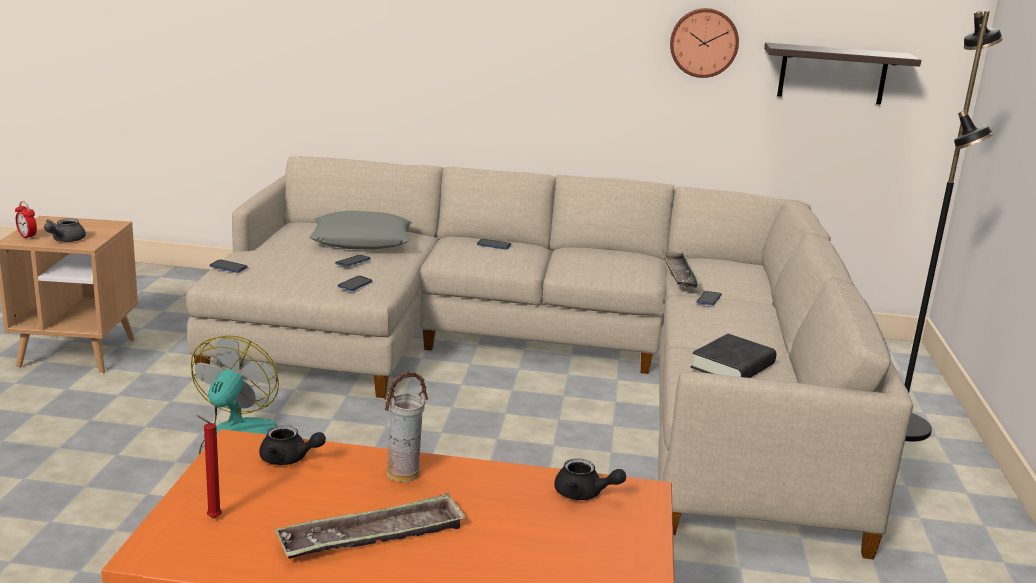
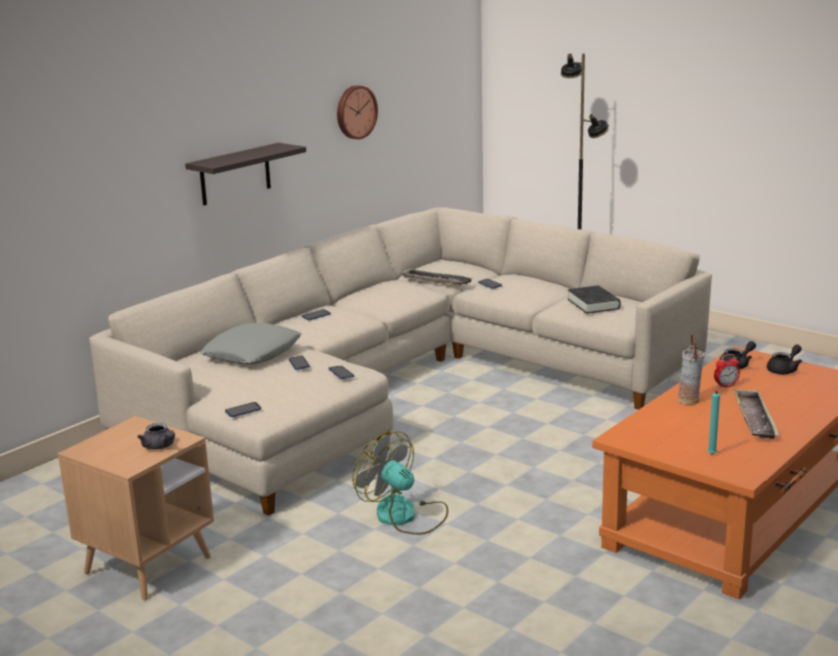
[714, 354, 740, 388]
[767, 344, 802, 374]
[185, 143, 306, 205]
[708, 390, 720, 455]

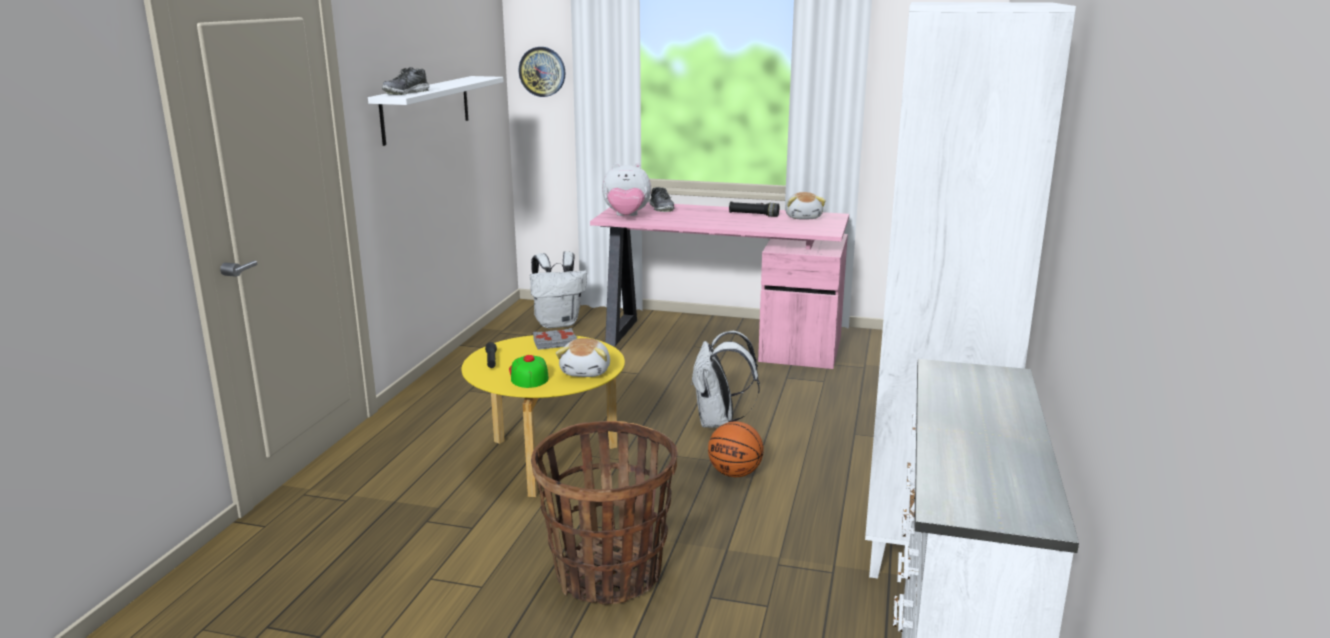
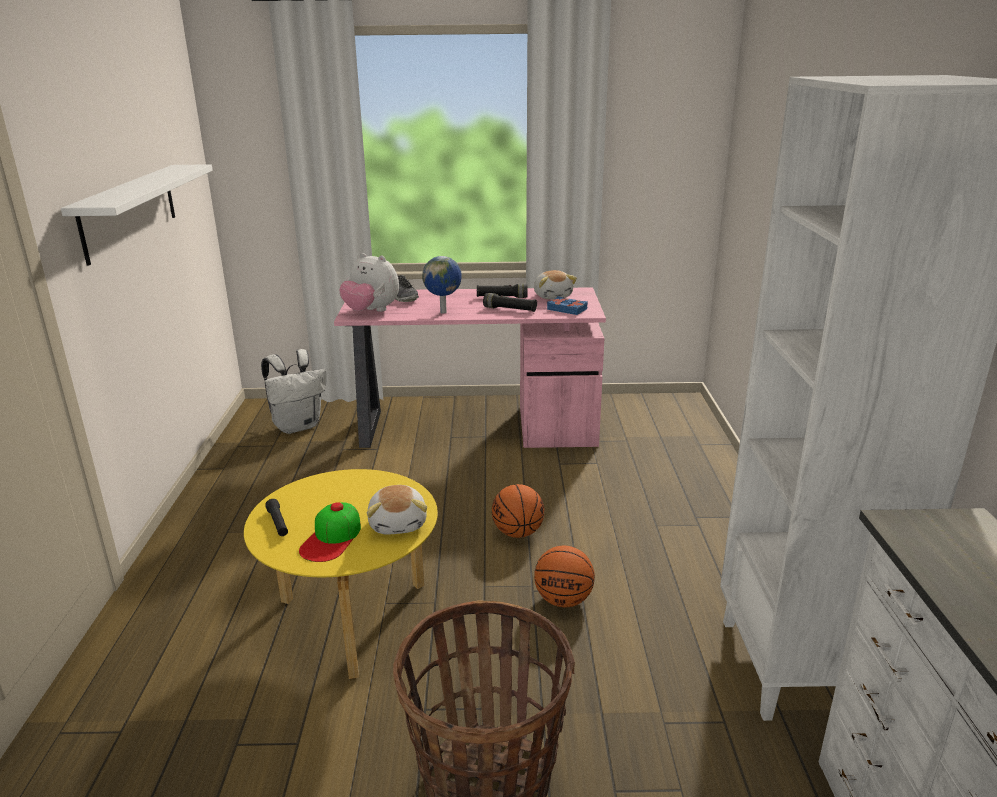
[382, 67, 429, 95] (first image)
[519, 47, 566, 97] (first image)
[533, 328, 577, 350] (first image)
[422, 256, 462, 314]
[483, 293, 537, 312]
[547, 296, 588, 315]
[492, 484, 544, 538]
[299, 502, 361, 562]
[339, 253, 399, 312]

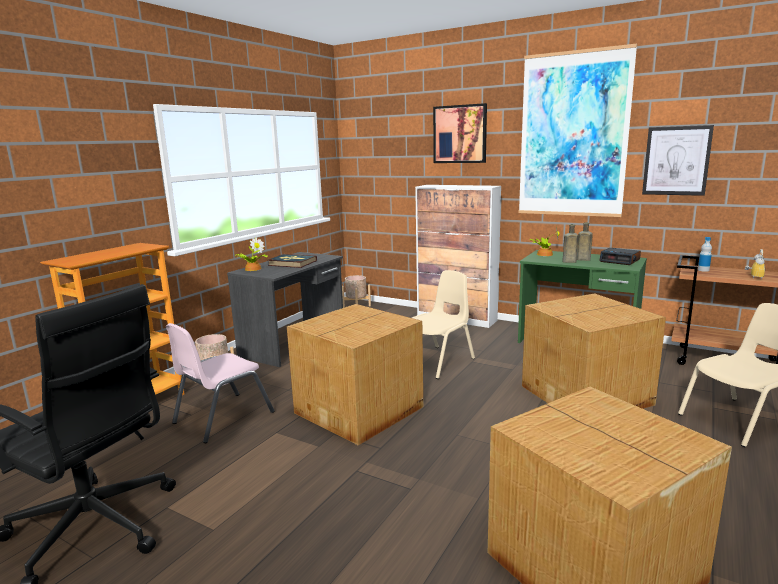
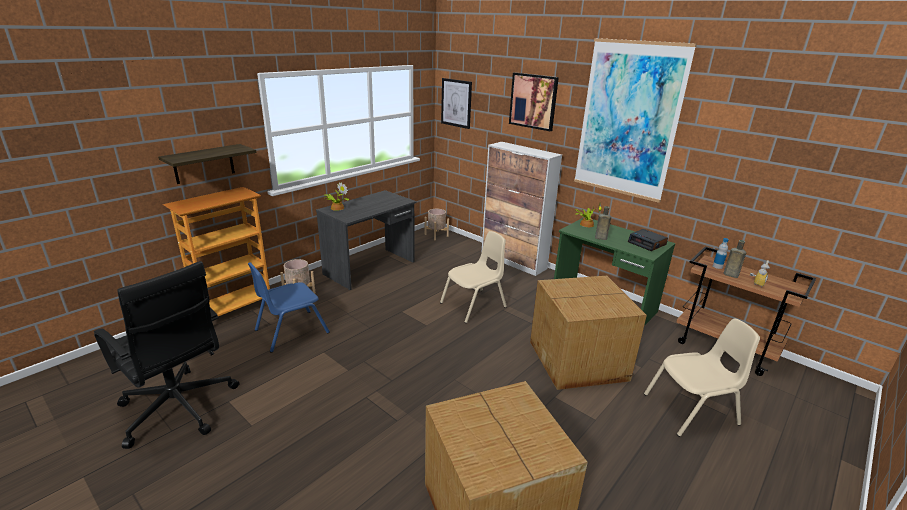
[267, 254, 317, 268] (first image)
[287, 304, 423, 445] (first image)
[158, 144, 257, 184]
[723, 240, 746, 278]
[441, 78, 472, 129]
[248, 262, 330, 353]

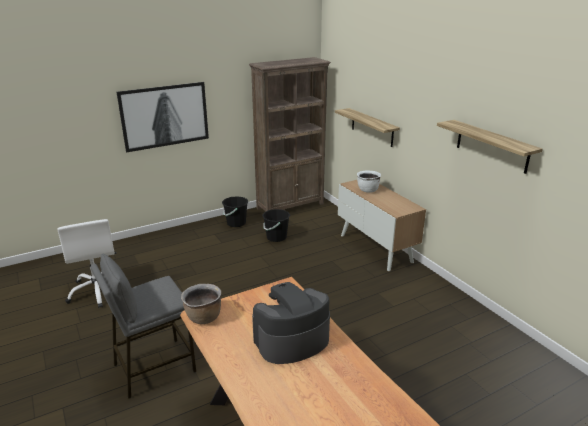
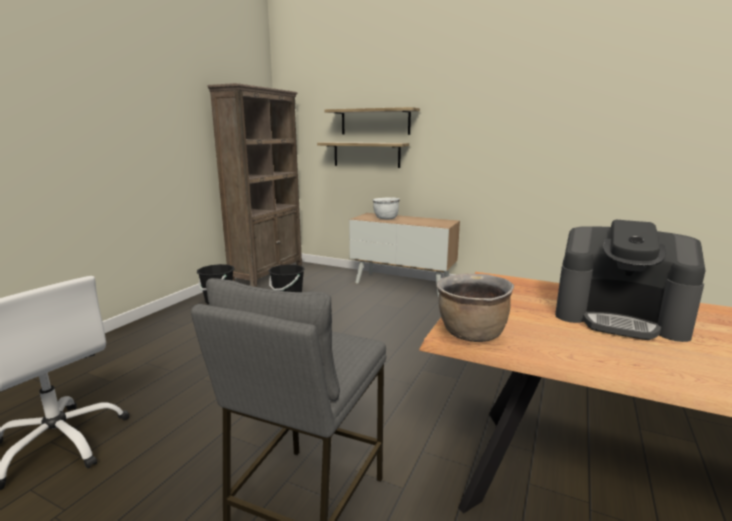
[117, 82, 209, 152] (first image)
[324, 107, 420, 135]
[555, 220, 706, 342]

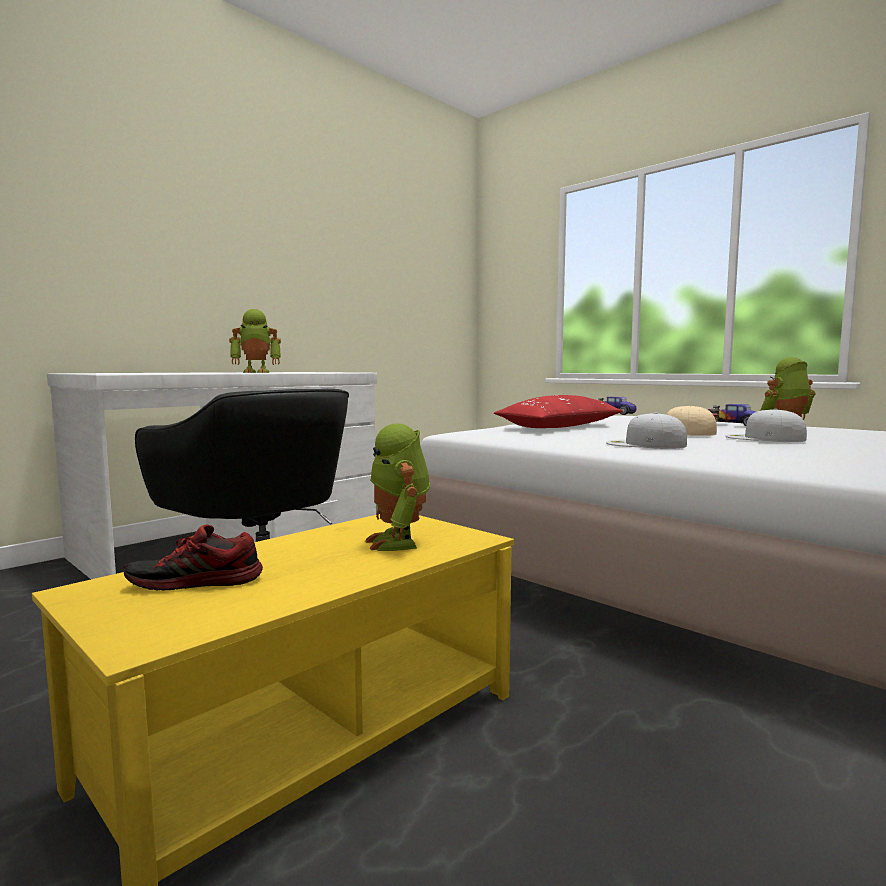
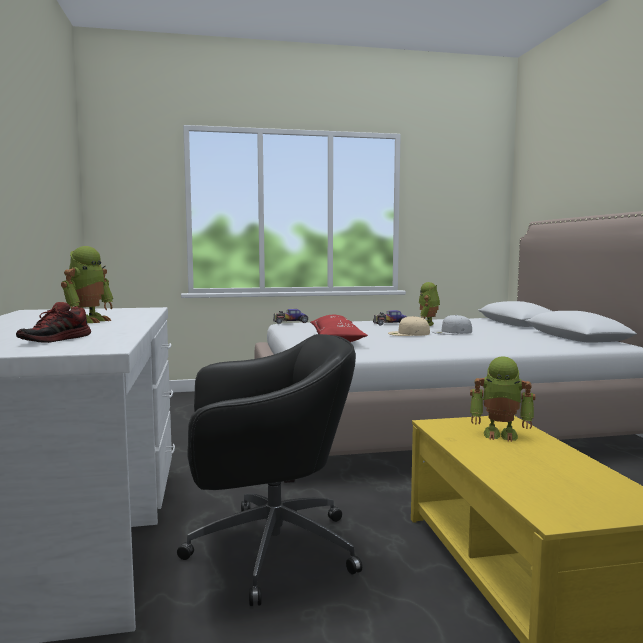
[606, 412, 687, 449] (first image)
[16, 302, 91, 343]

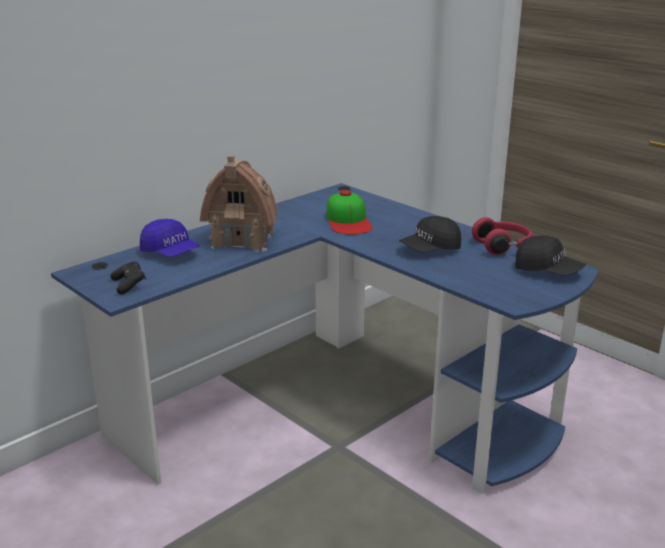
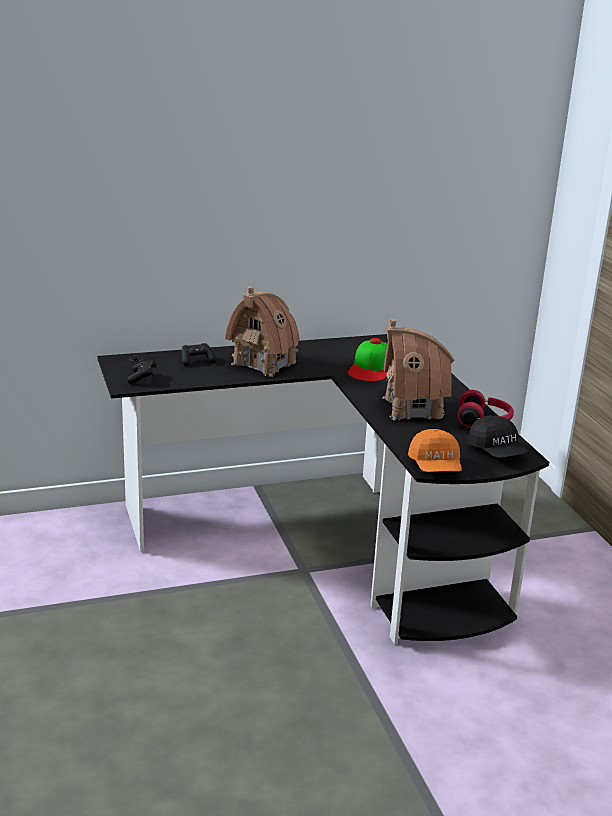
[408, 429, 462, 472]
[182, 343, 216, 366]
[382, 319, 455, 421]
[97, 334, 549, 645]

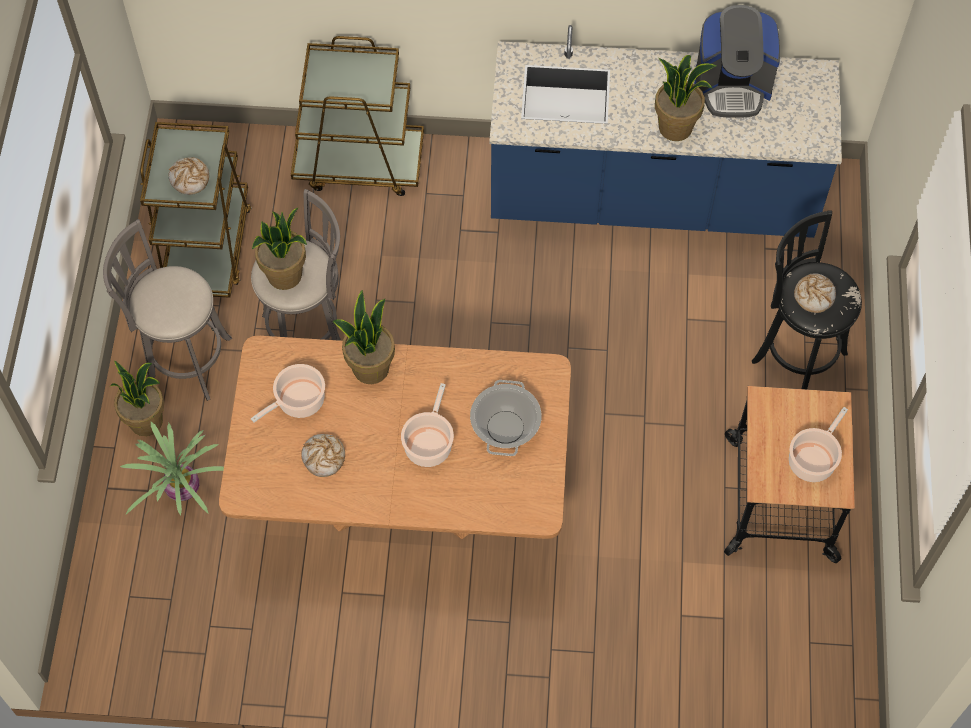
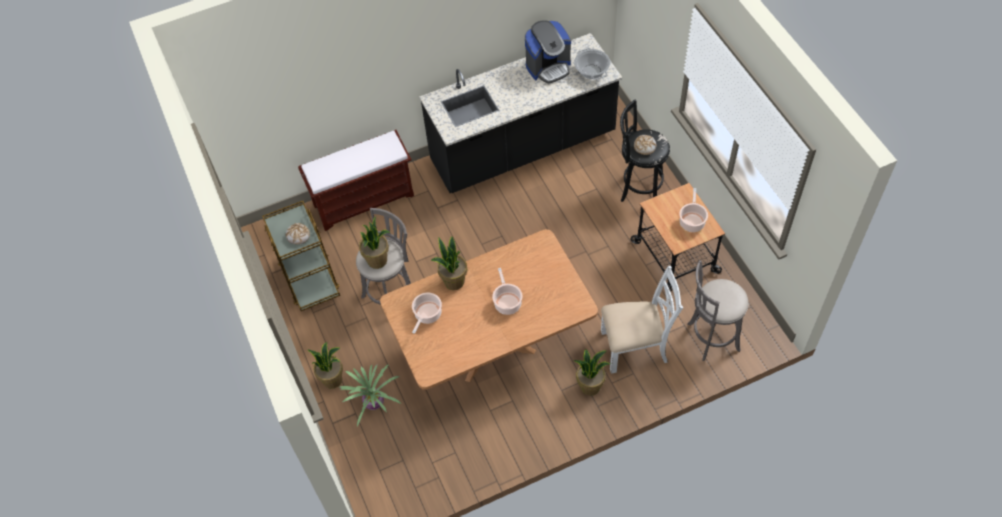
[301, 434, 345, 477] (first image)
[601, 266, 683, 373]
[688, 260, 749, 361]
[574, 48, 610, 80]
[574, 349, 611, 396]
[298, 130, 414, 231]
[419, 33, 622, 193]

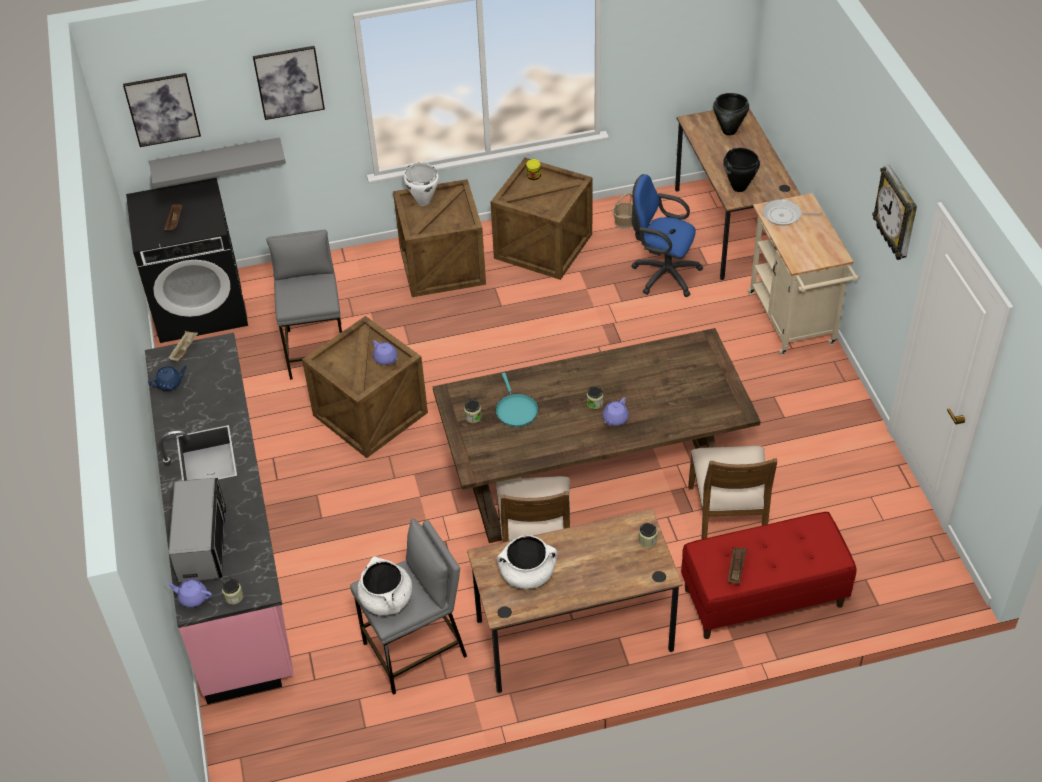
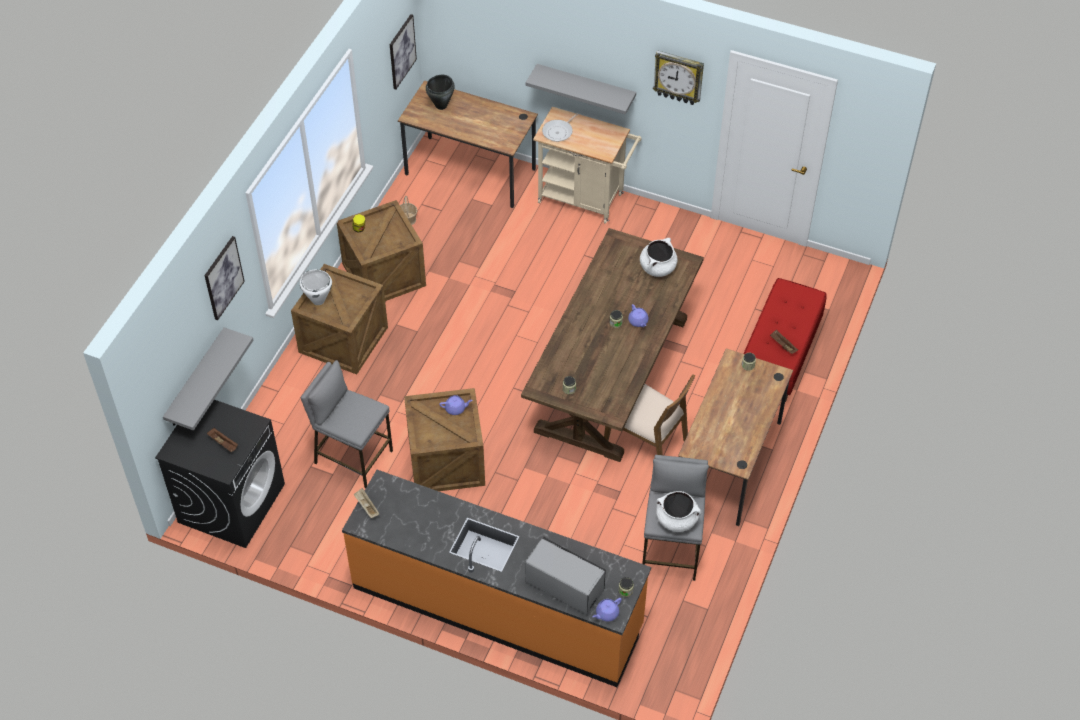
[148, 365, 188, 391] (first image)
[496, 373, 538, 427] (first image)
[631, 174, 703, 297] (first image)
[688, 446, 777, 539] (first image)
[723, 148, 760, 192] (first image)
[525, 64, 636, 115]
[390, 14, 417, 90]
[640, 238, 678, 277]
[342, 470, 651, 687]

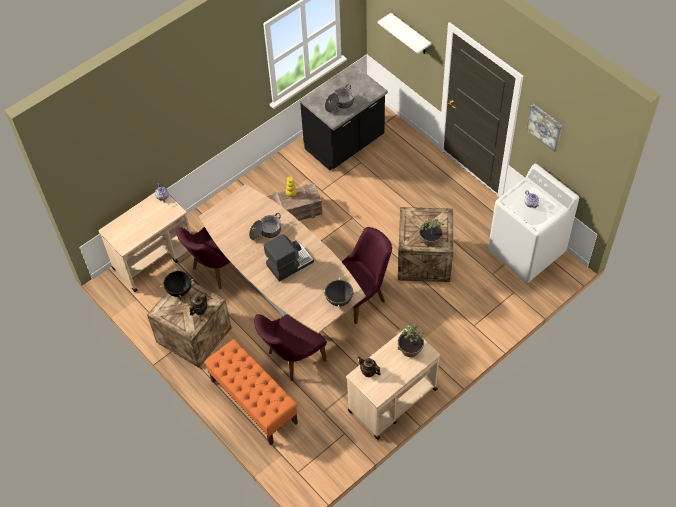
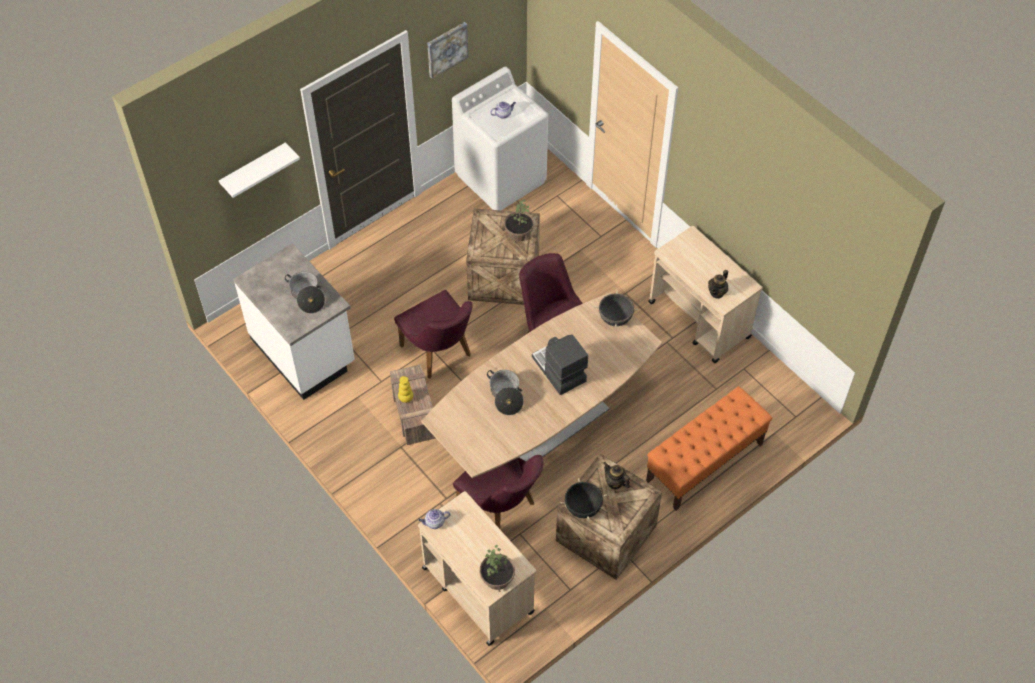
[394, 290, 473, 379]
[480, 545, 515, 592]
[233, 243, 355, 400]

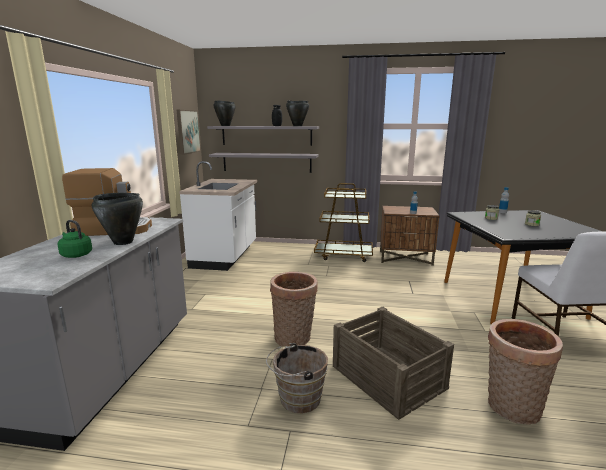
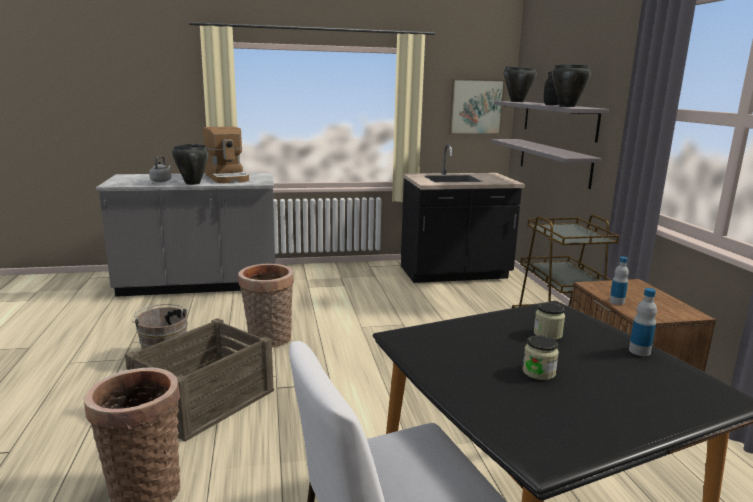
[149, 156, 171, 182]
[401, 144, 525, 283]

